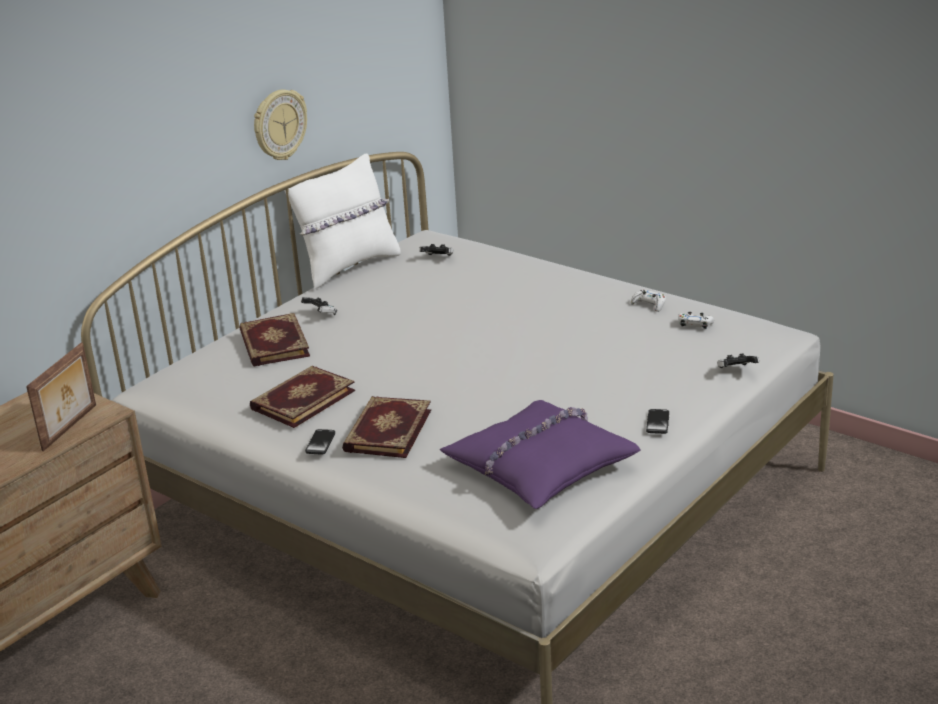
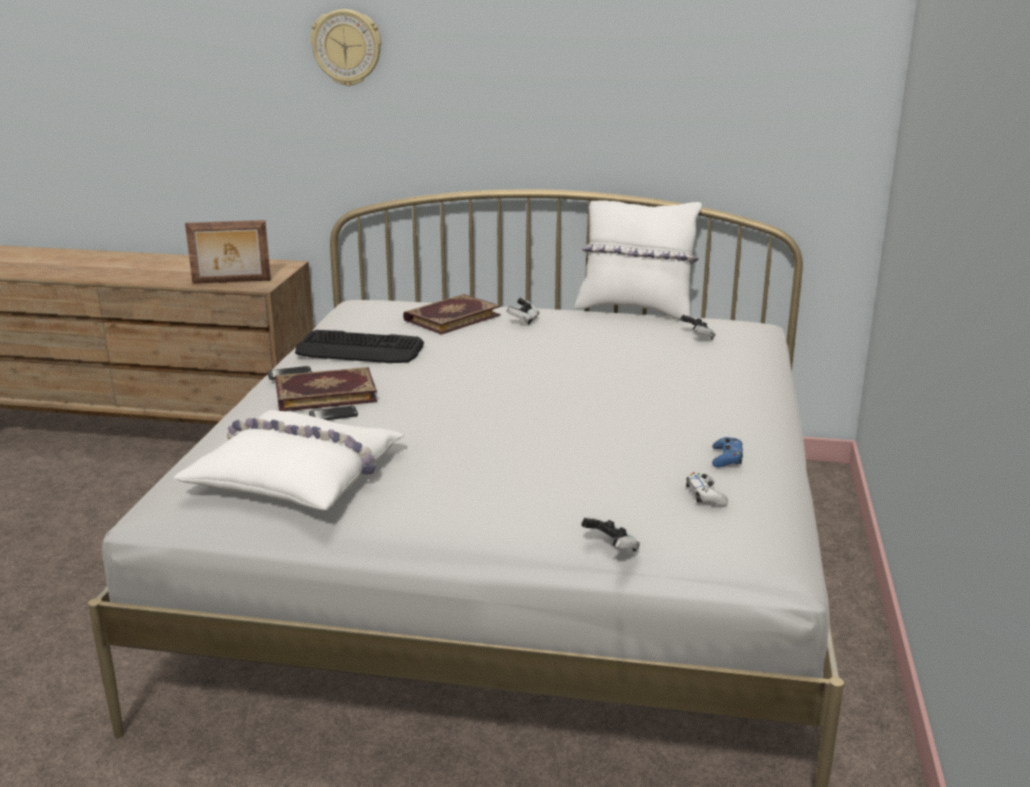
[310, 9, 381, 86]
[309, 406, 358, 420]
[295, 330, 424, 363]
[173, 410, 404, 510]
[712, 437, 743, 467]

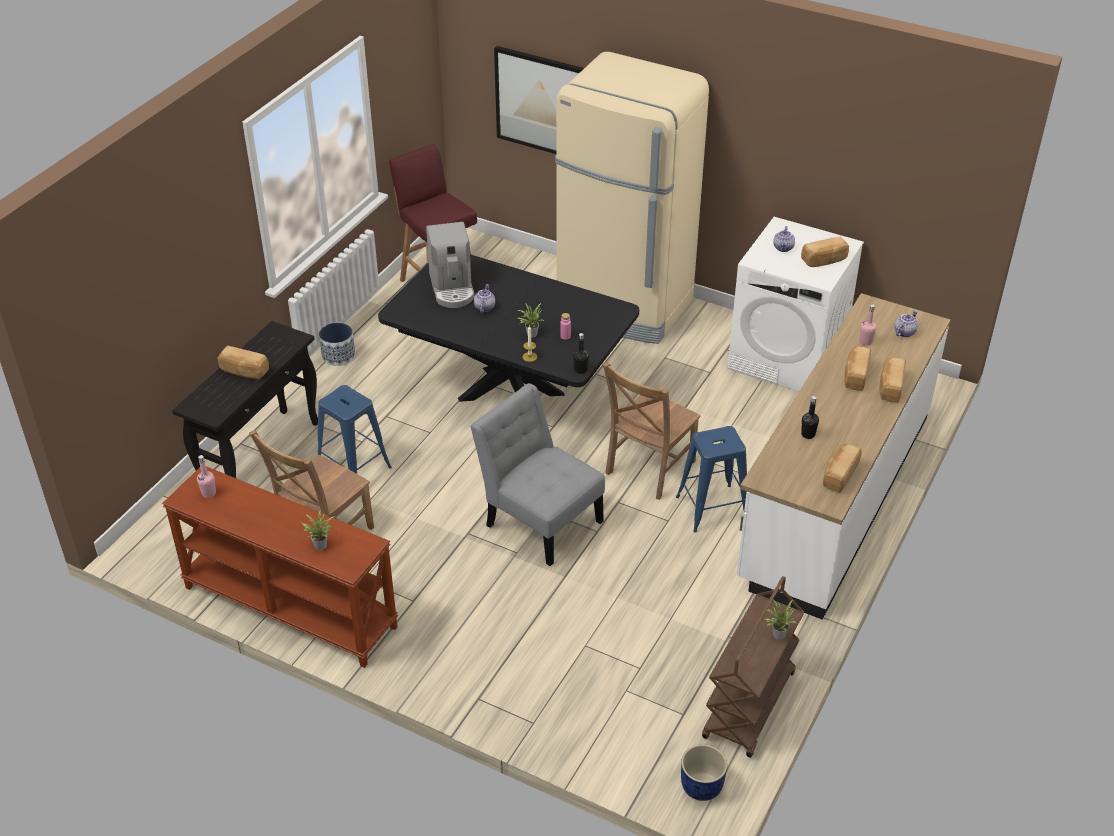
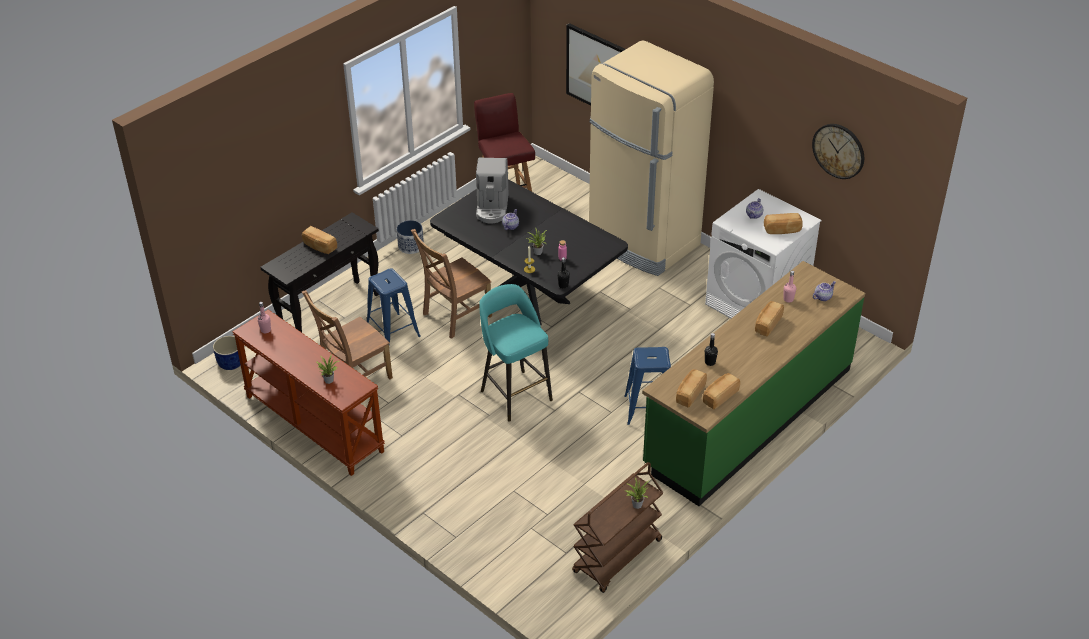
[812, 124, 864, 179]
[411, 229, 492, 339]
[213, 336, 240, 370]
[676, 369, 707, 408]
[479, 284, 553, 422]
[642, 261, 865, 506]

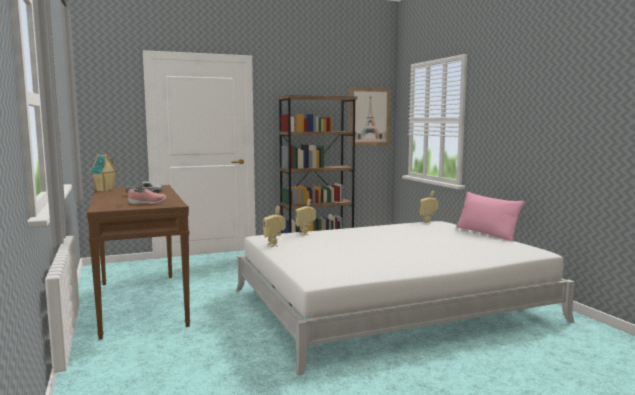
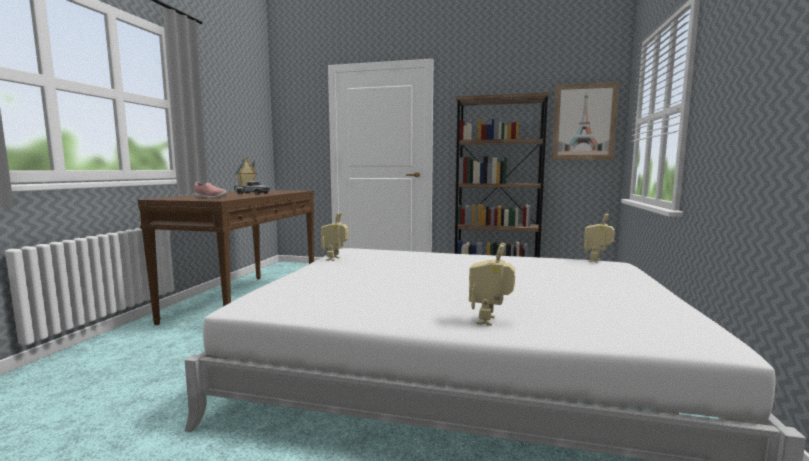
[456, 192, 525, 241] (first image)
[469, 243, 515, 326]

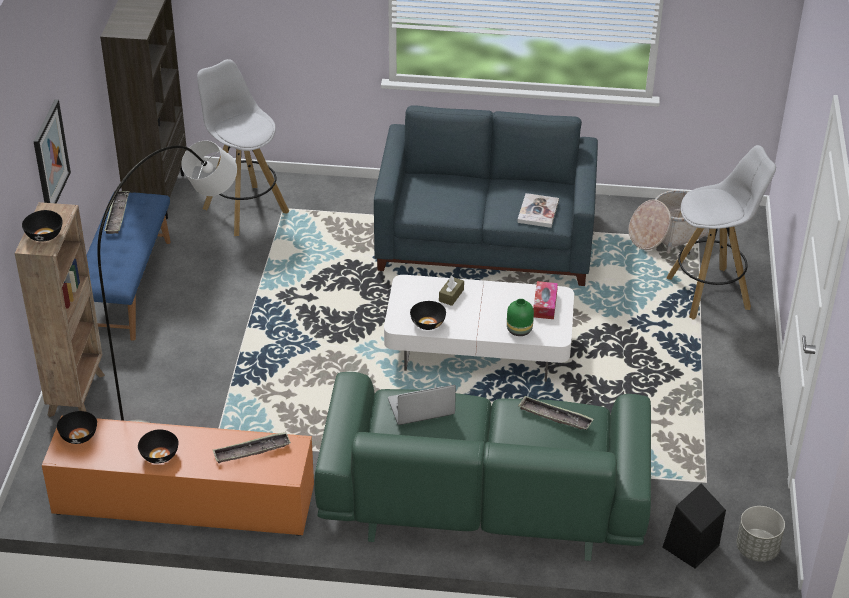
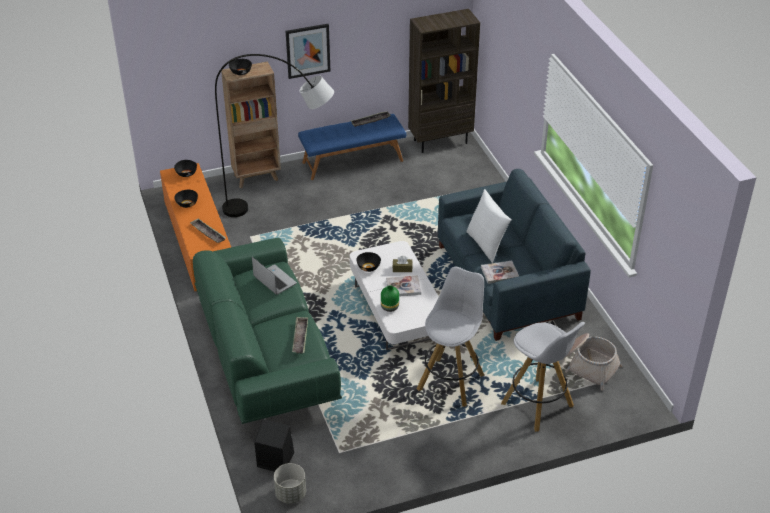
[533, 281, 558, 319] (first image)
[386, 276, 421, 296]
[466, 189, 512, 263]
[417, 267, 485, 407]

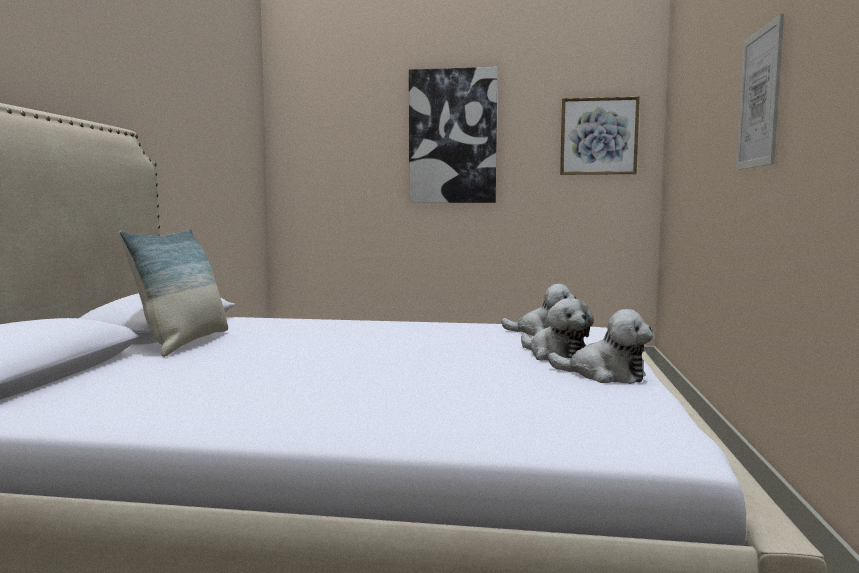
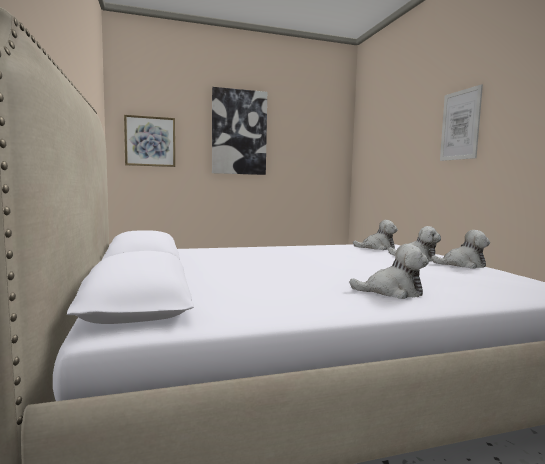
[119, 229, 228, 357] (first image)
[349, 244, 429, 299]
[124, 115, 175, 167]

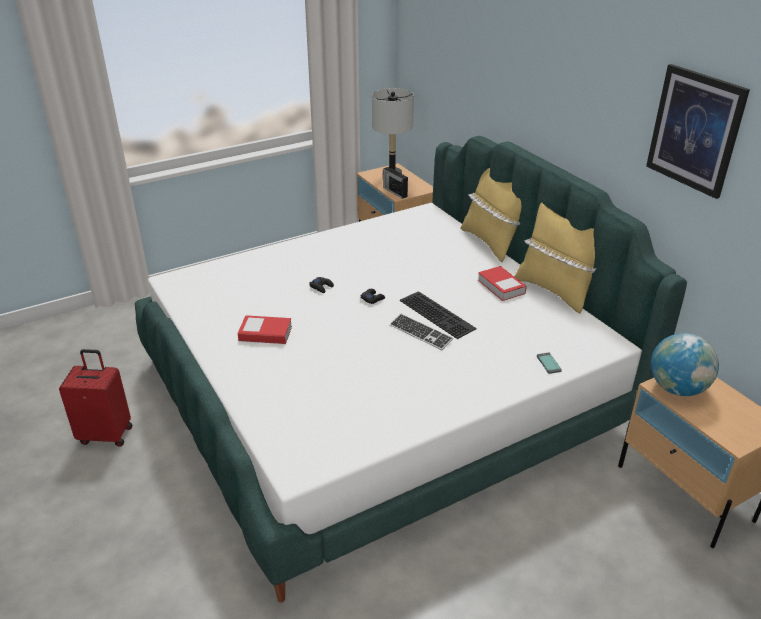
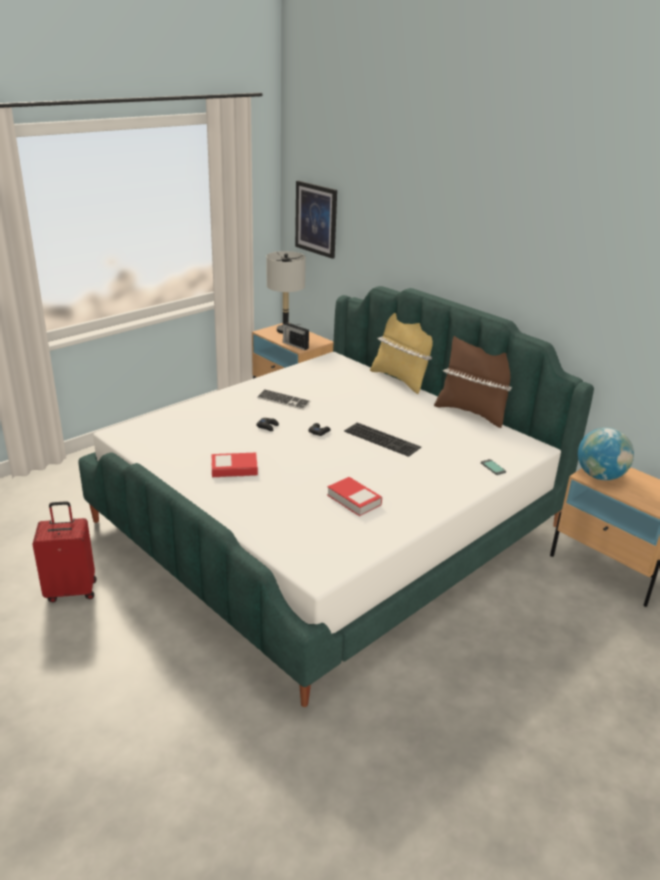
[257, 389, 311, 410]
[327, 477, 382, 516]
[295, 181, 337, 259]
[434, 336, 512, 428]

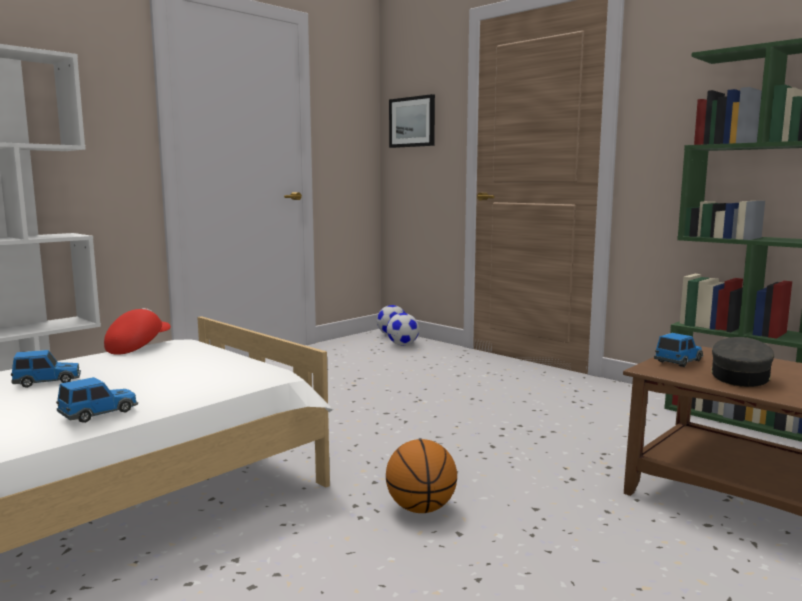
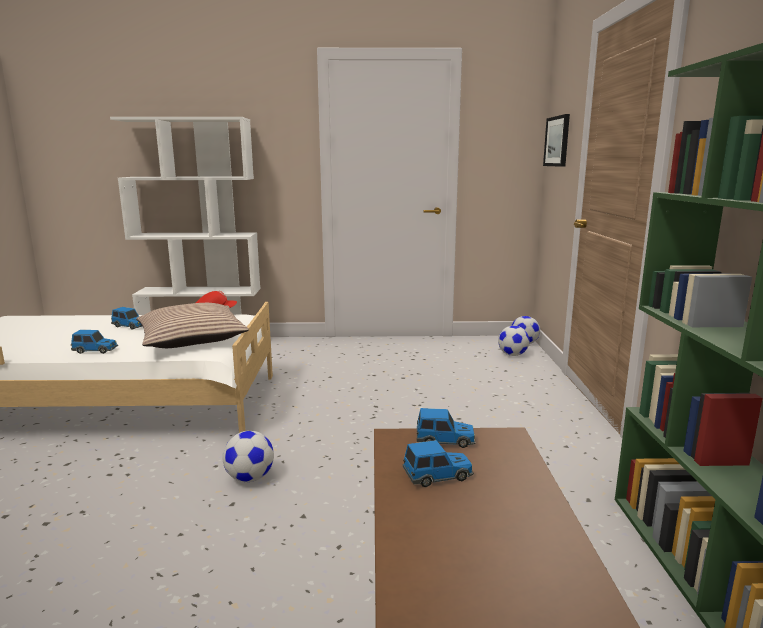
[136, 303, 249, 348]
[222, 431, 274, 482]
[403, 440, 474, 487]

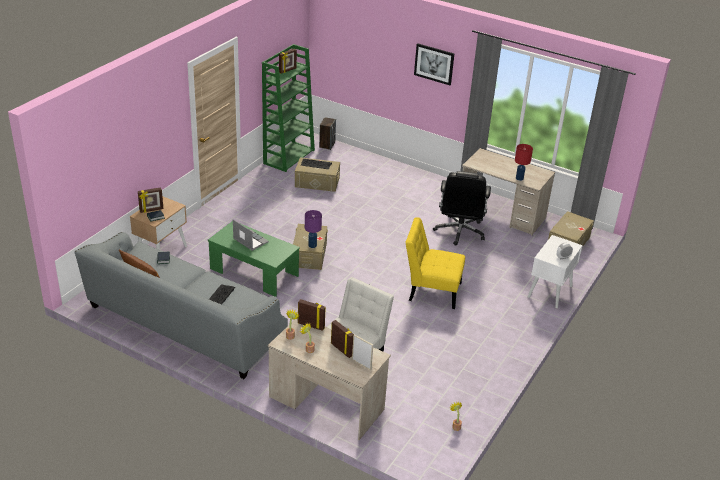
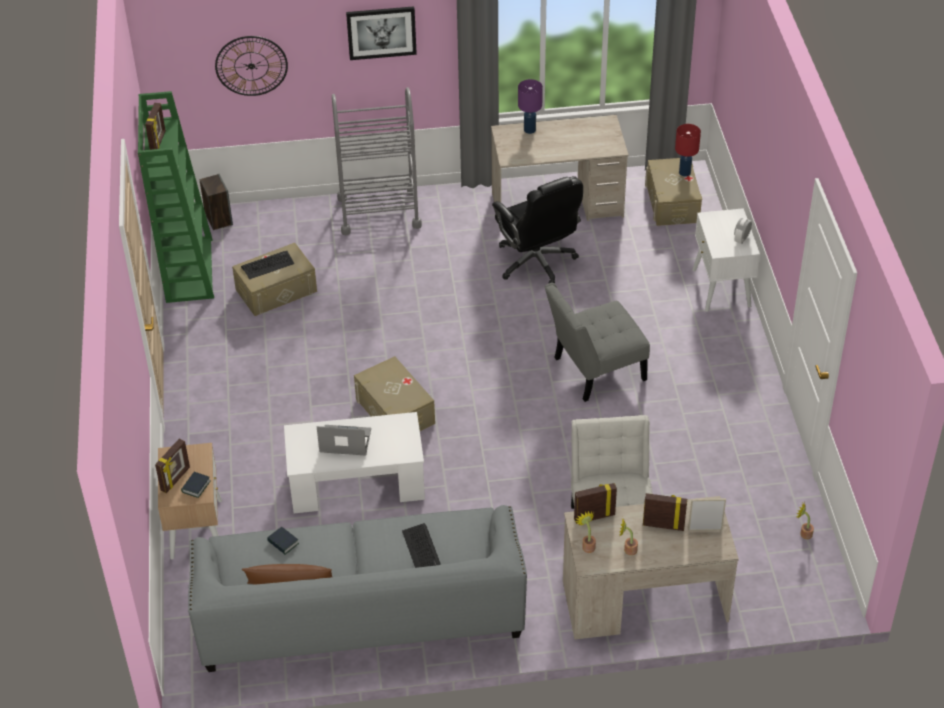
[215, 36, 288, 96]
[332, 87, 422, 235]
[518, 79, 543, 134]
[675, 124, 701, 177]
[284, 412, 425, 513]
[545, 283, 650, 402]

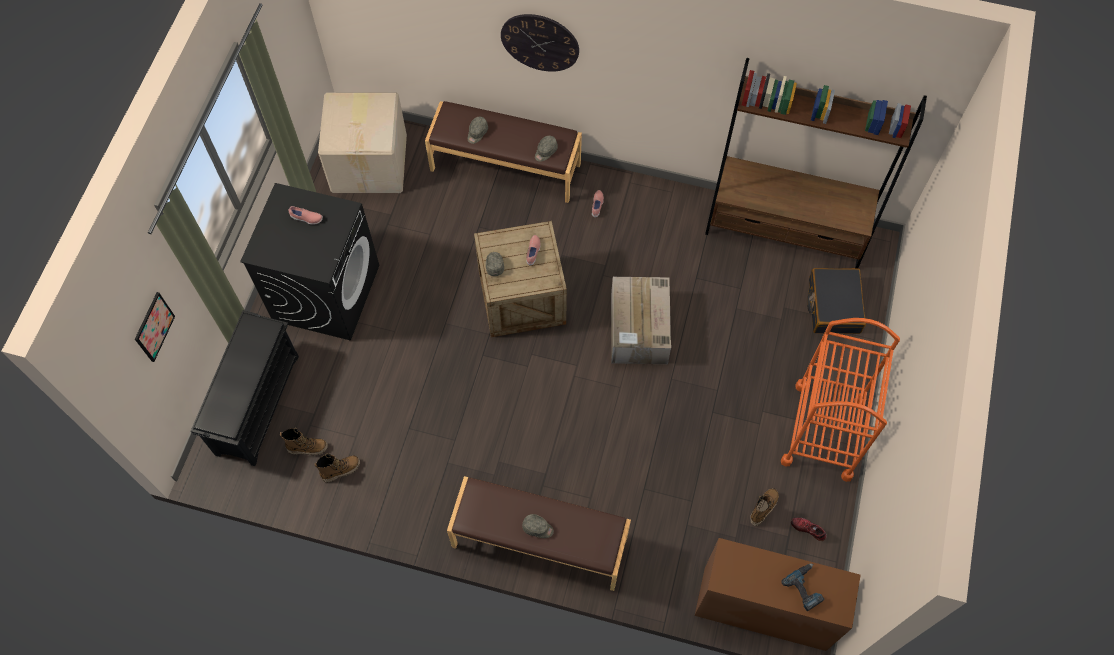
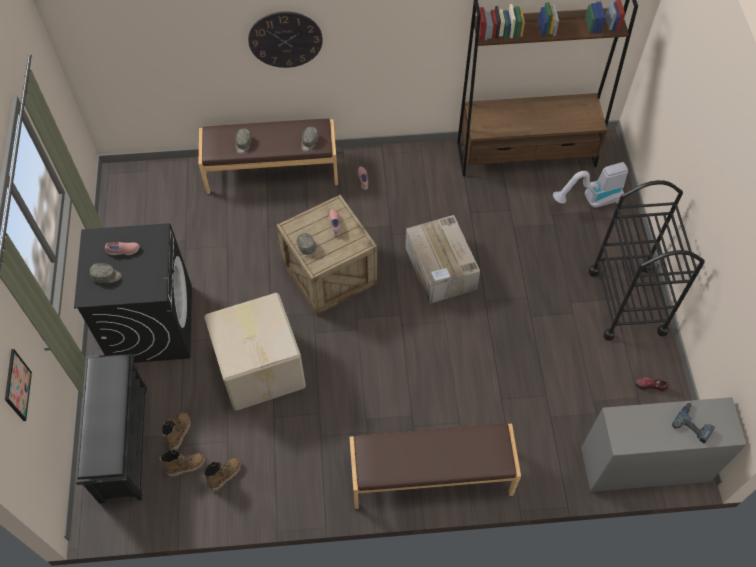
[204, 293, 306, 411]
[90, 263, 121, 283]
[162, 412, 191, 450]
[553, 162, 628, 208]
[581, 397, 747, 492]
[588, 180, 705, 341]

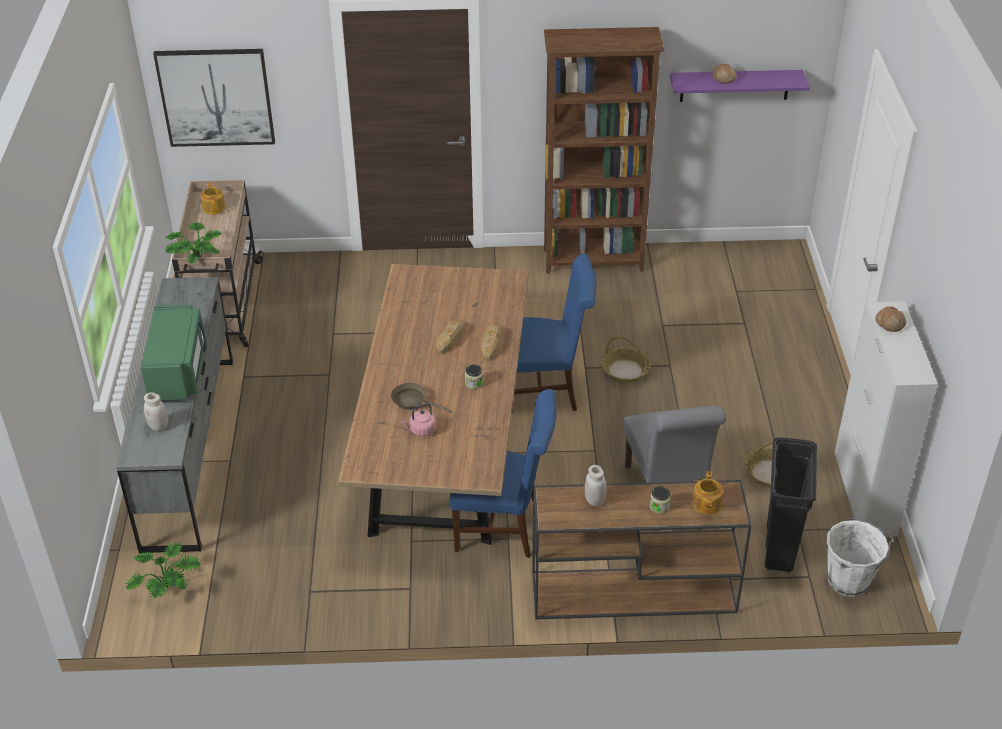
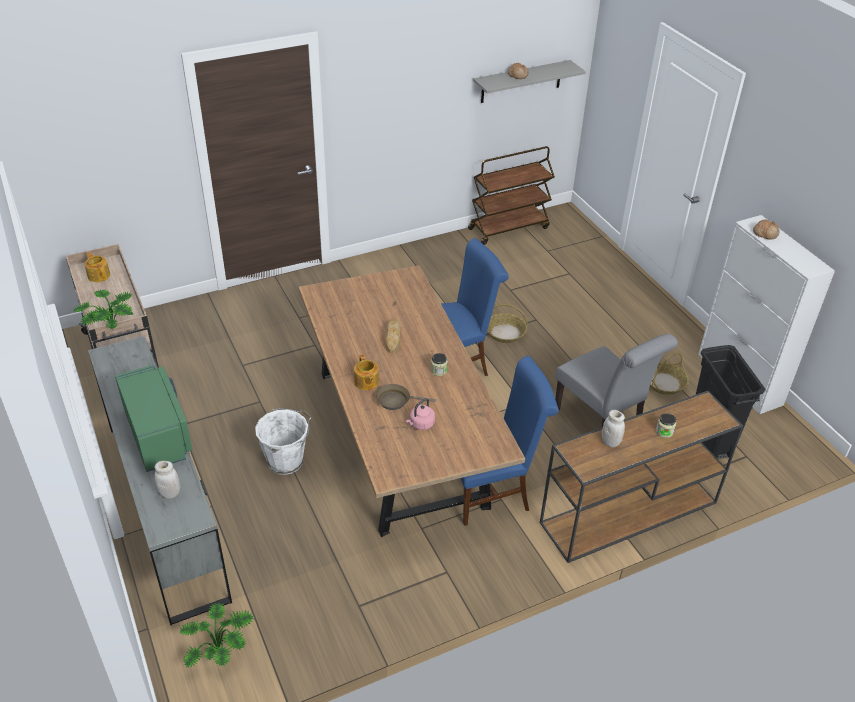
[153, 49, 275, 147] (first image)
[481, 324, 501, 361] (first image)
[544, 27, 665, 274] (first image)
[468, 146, 555, 245]
[354, 354, 379, 390]
[255, 408, 311, 475]
[473, 60, 586, 103]

